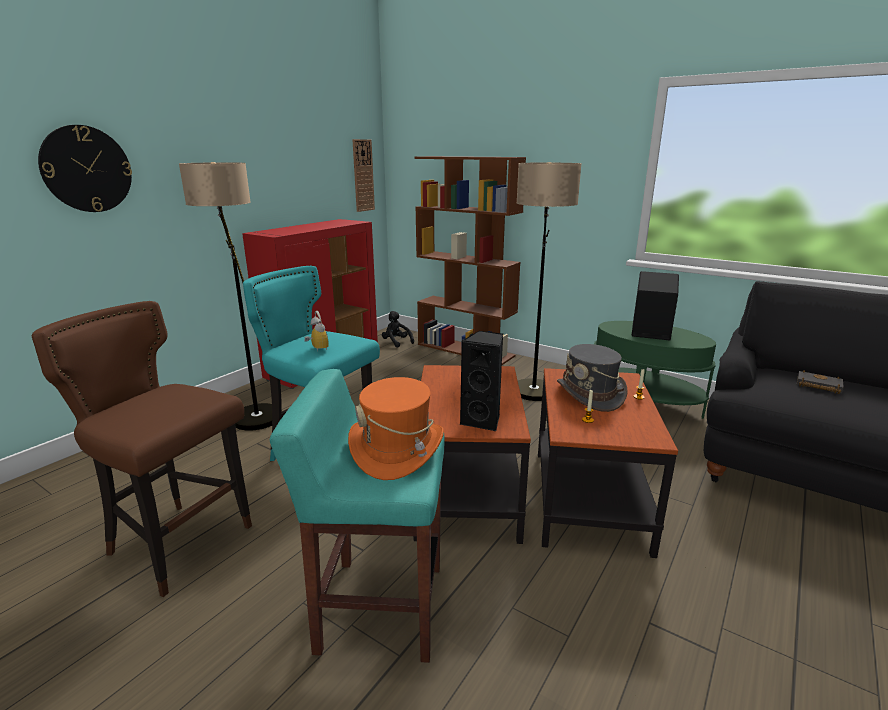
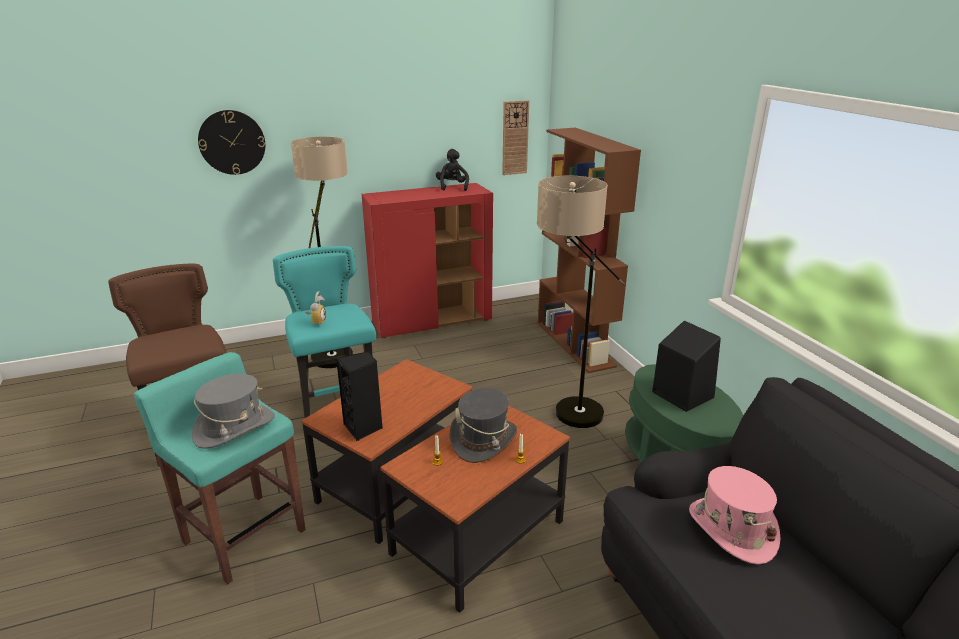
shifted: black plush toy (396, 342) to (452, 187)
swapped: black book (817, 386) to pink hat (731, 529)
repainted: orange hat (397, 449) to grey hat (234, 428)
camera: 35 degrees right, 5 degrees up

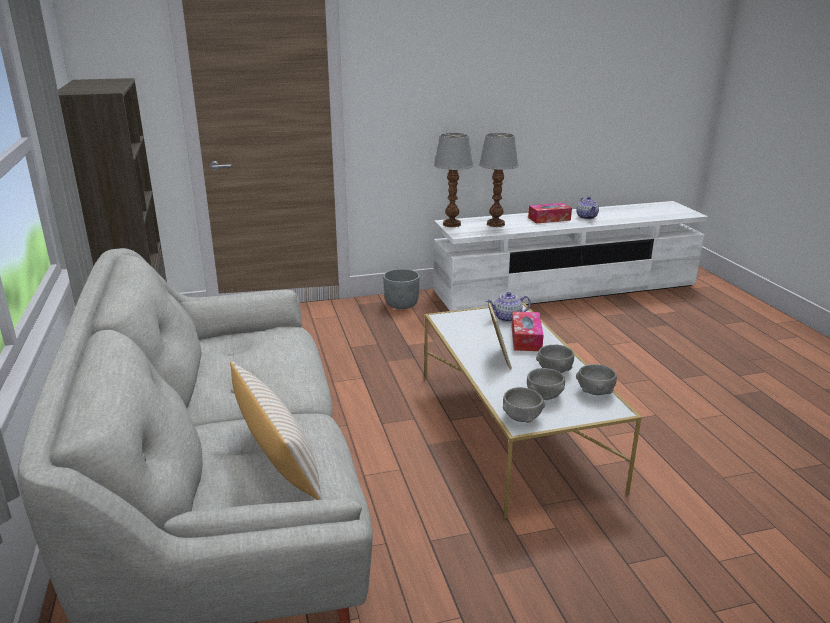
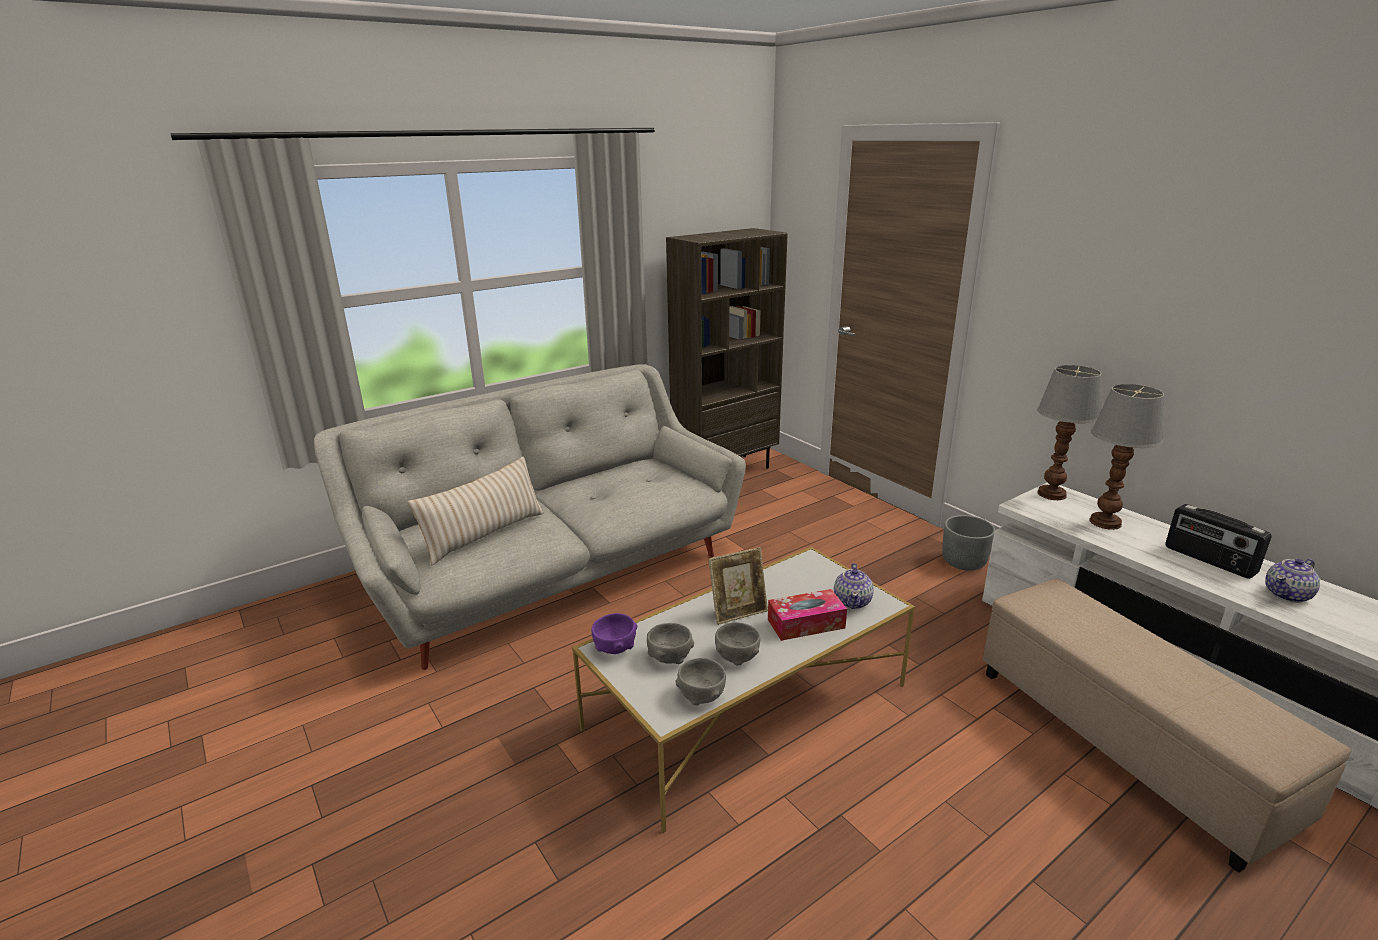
new: beige ottoman (1126, 742)
swapped: tissue box (549, 219) to radio (1209, 560)
repainted: grey bowl (521, 417) to purple bowl (615, 647)
rotated: teapot (507, 318) = (853, 601) 135 degrees counterclockwise
camera: 70 degrees right, 0 degrees up

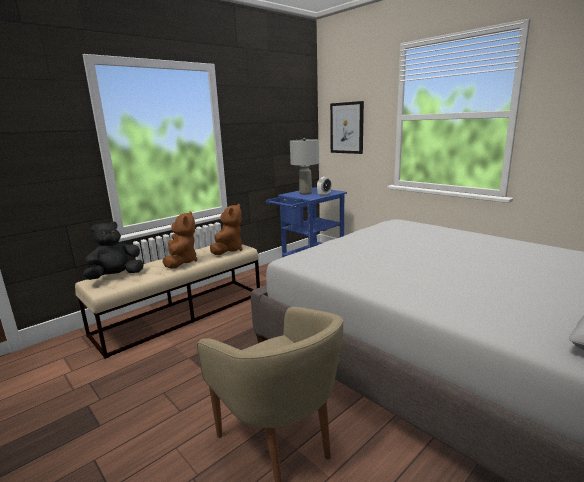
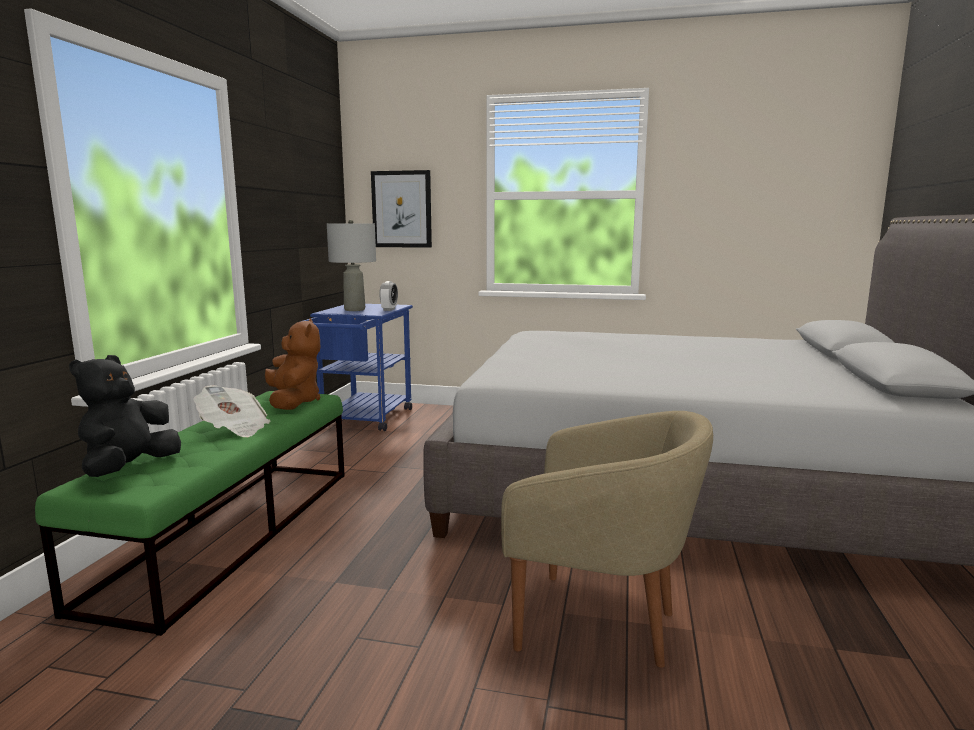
swapped: brown plush toy (181, 262) to newspaper (234, 428)
repainted: beige bench (181, 313) to green bench (232, 531)
camera: 35 degrees left, 5 degrees down

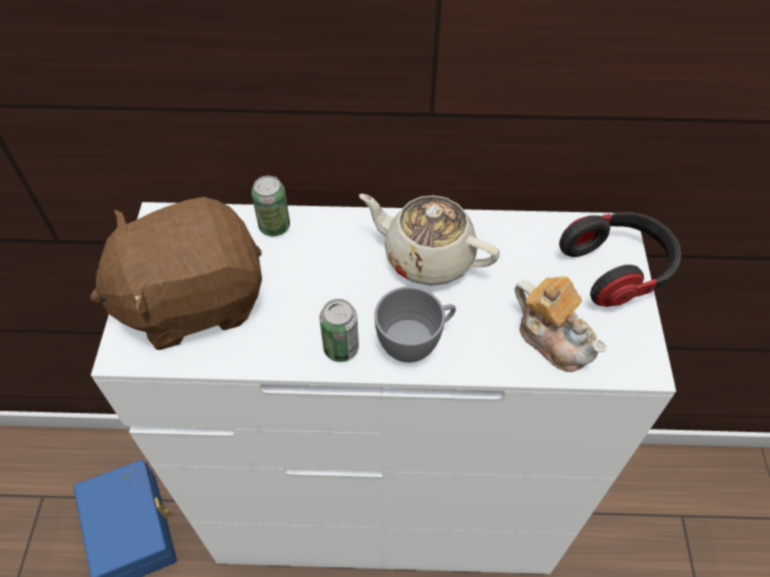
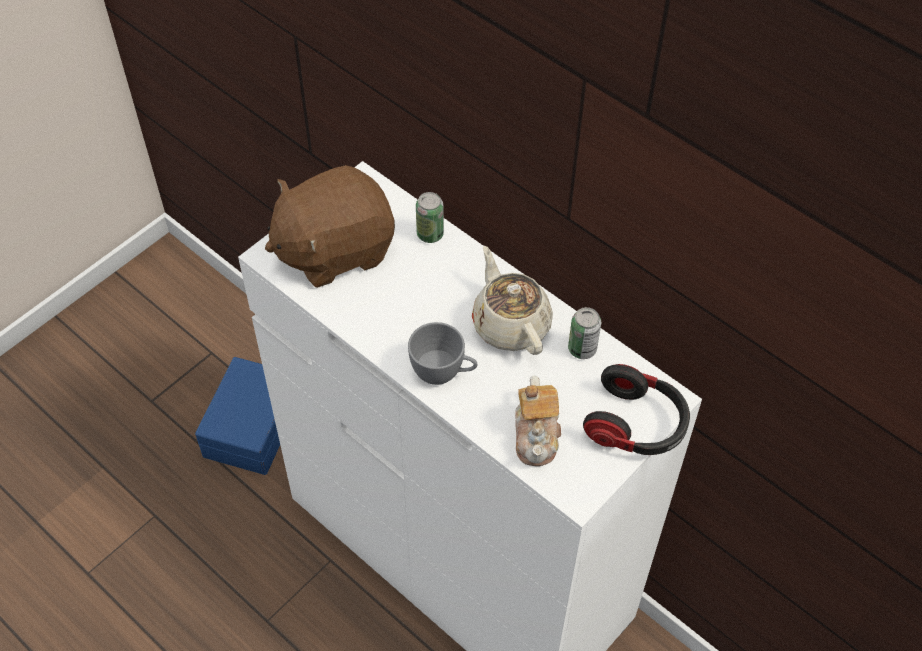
shifted: can (341, 348) to (582, 349)
rotated: brown plush toy (192, 300) = (334, 249) 45 degrees counterclockwise
camera: 40 degrees right, 0 degrees up

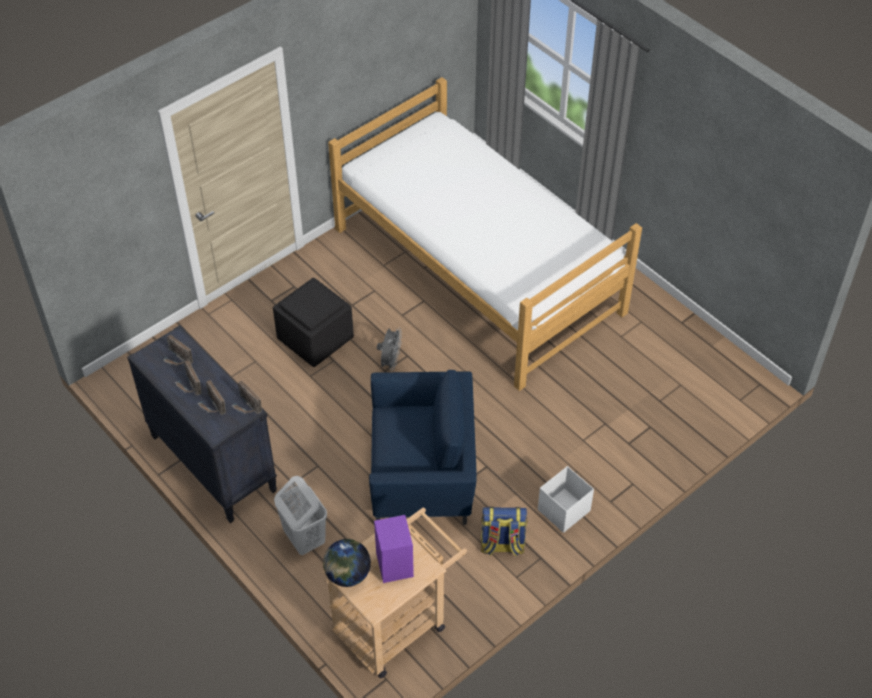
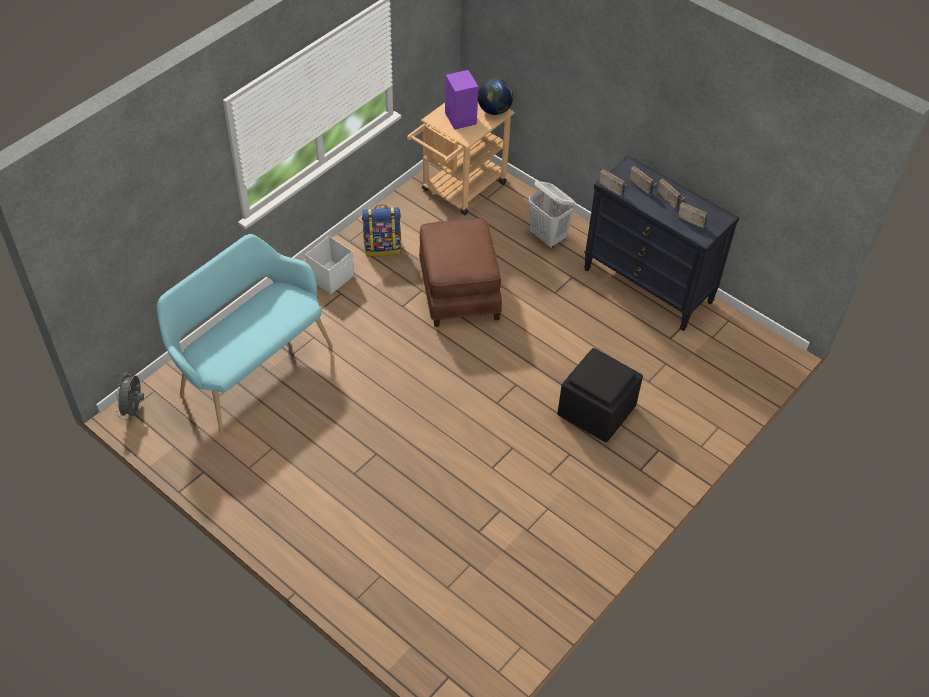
gone: bed (478, 269)
new: turquoise bench (250, 367)
shifted: grey fan (390, 362) to (134, 409)
swapped: blue armchair (423, 477) to brown ottoman (458, 292)
camera: 170 degrees right, 0 degrees up

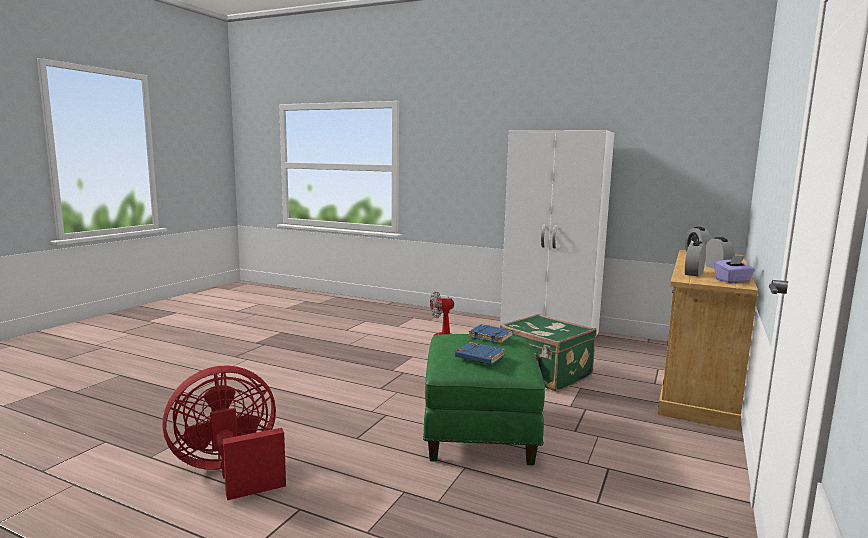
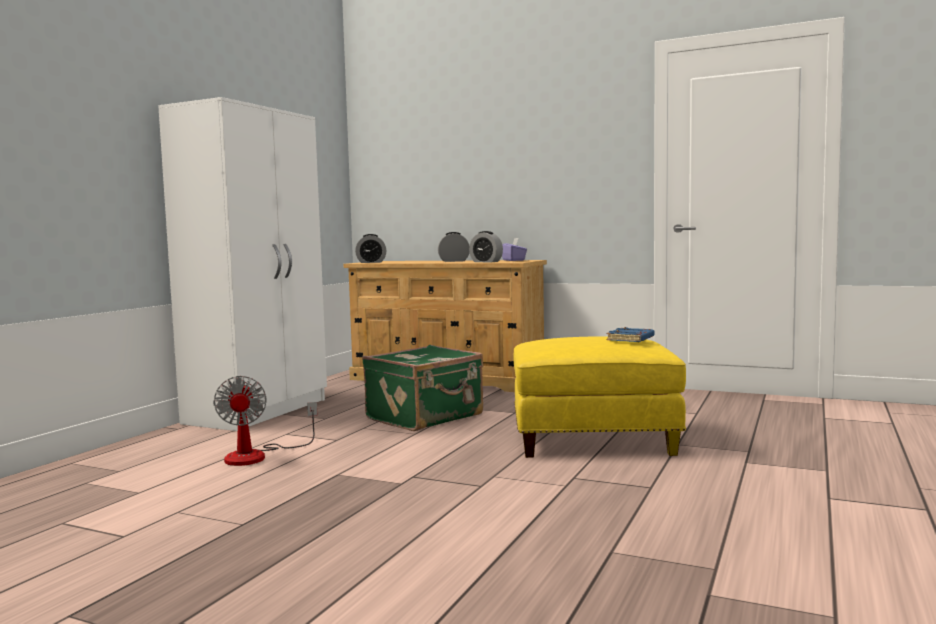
gone: red fan (230, 472); blue book (491, 337)
repainted: green ottoman (480, 431) to yellow ottoman (594, 440)
camera: 90 degrees left, 5 degrees down

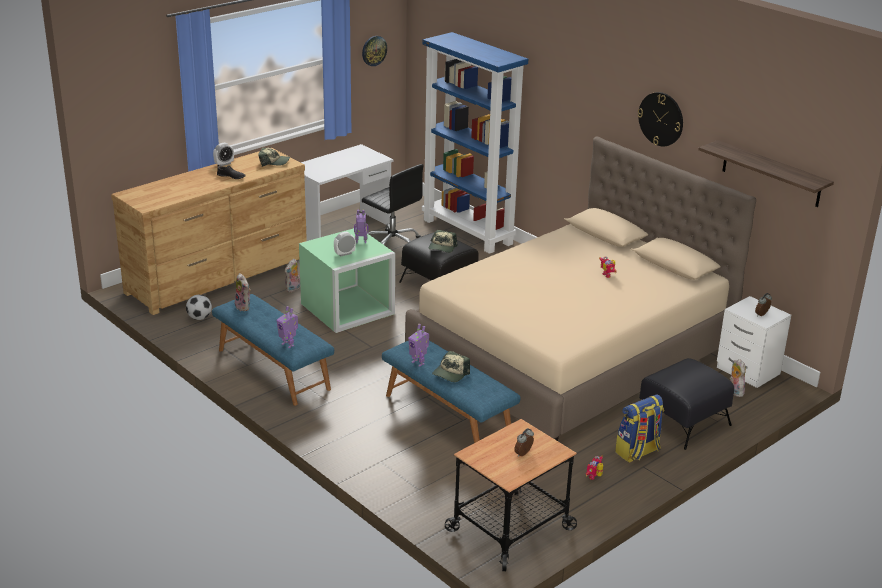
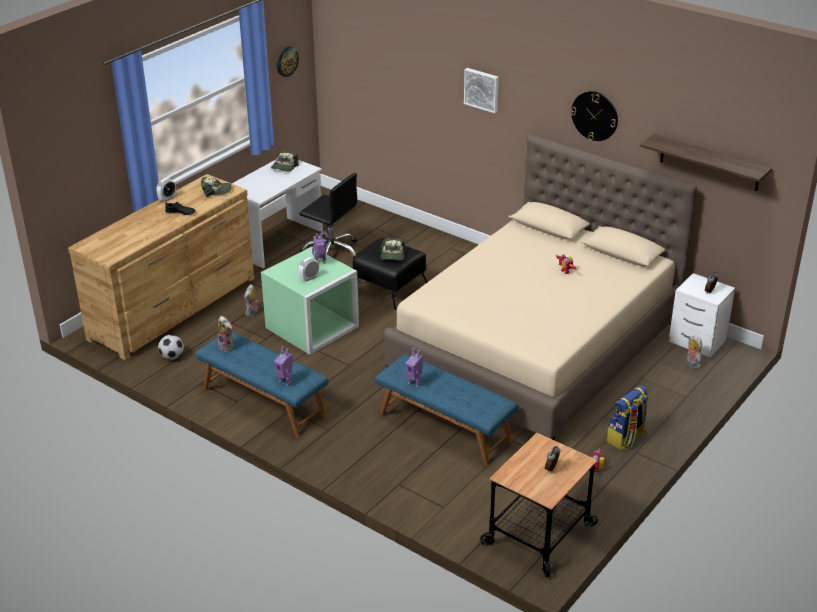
gone: blue bookcase (468, 232); black ottoman (681, 421)
new: picture (482, 89)
shifted: cap (450, 373) to (284, 167)
camera: 10 degrees left, 5 degrees up

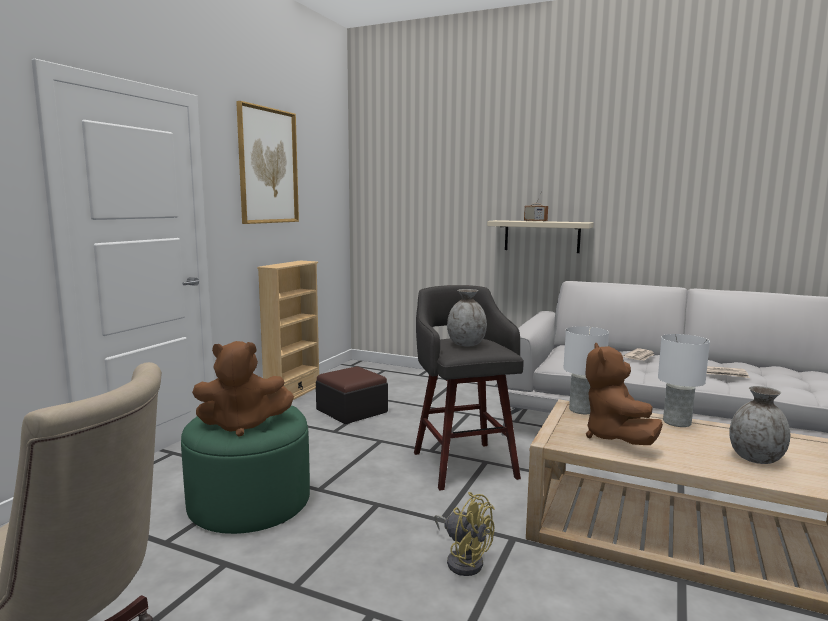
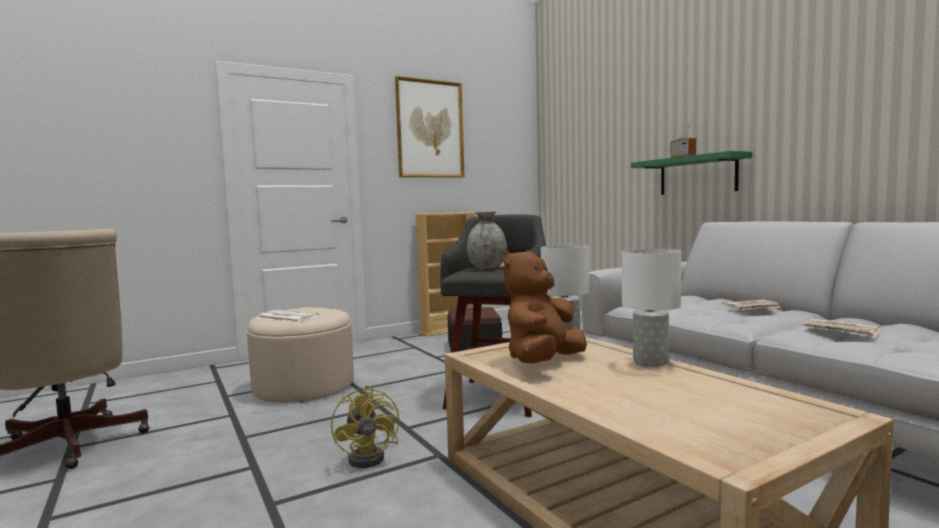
gone: grey vase (755, 459)
swapped: brown plush toy (242, 425) to newspaper (286, 317)
repainted: green ottoman (249, 502) to beige ottoman (304, 387); beige shelf (542, 236) to green shelf (697, 175)
camera: 35 degrees right, 5 degrees down

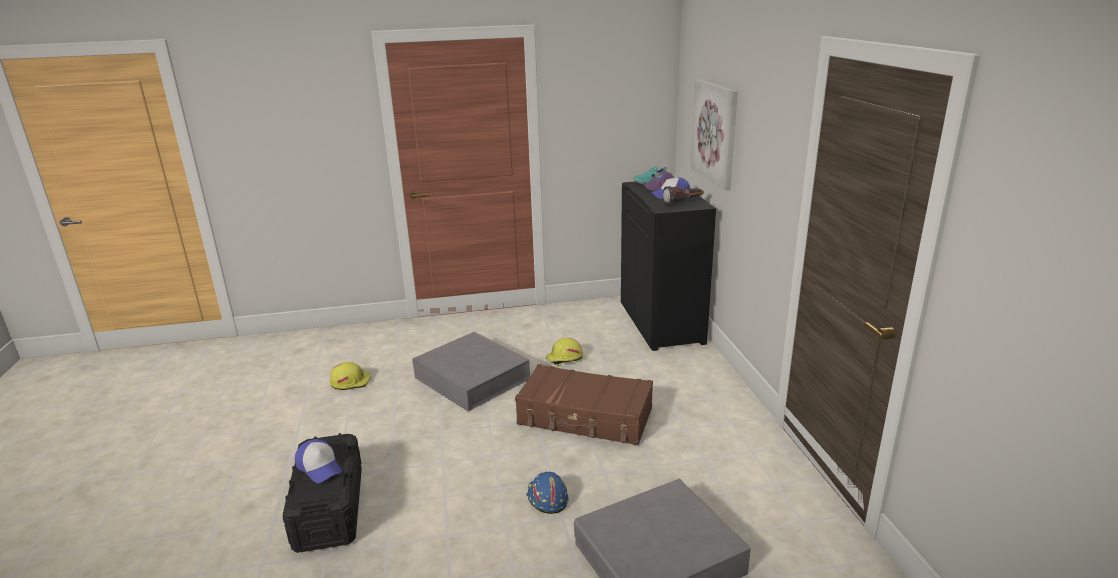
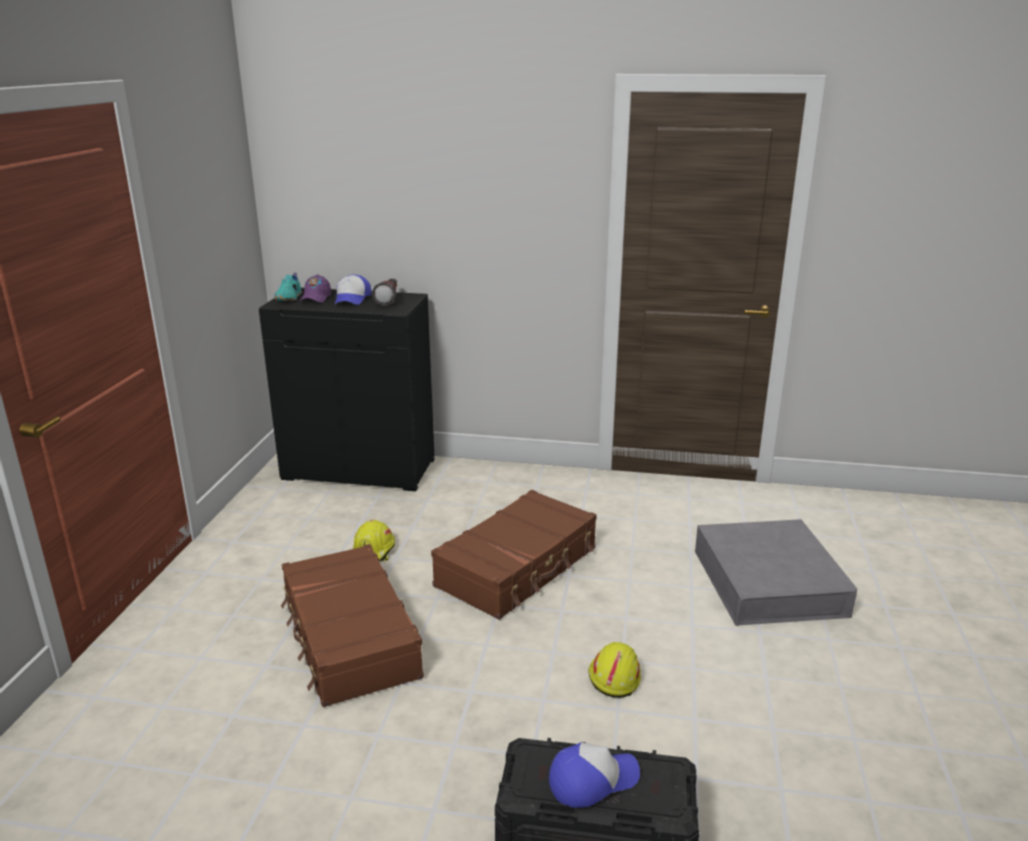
gone: blue hard hat (546, 498); picture (715, 132)
shifted: yellow hard hat (351, 382) to (614, 676)
swapped: grey storage box (472, 378) to brown suitcase (349, 638)
camera: 70 degrees left, 0 degrees up

